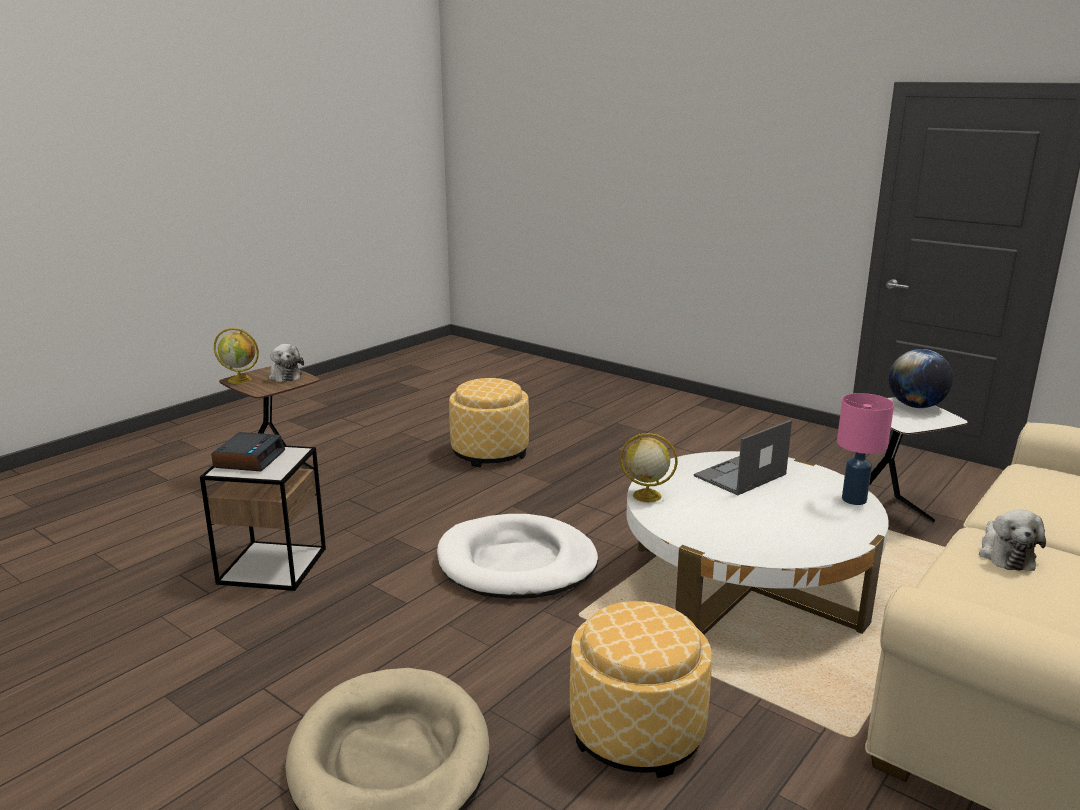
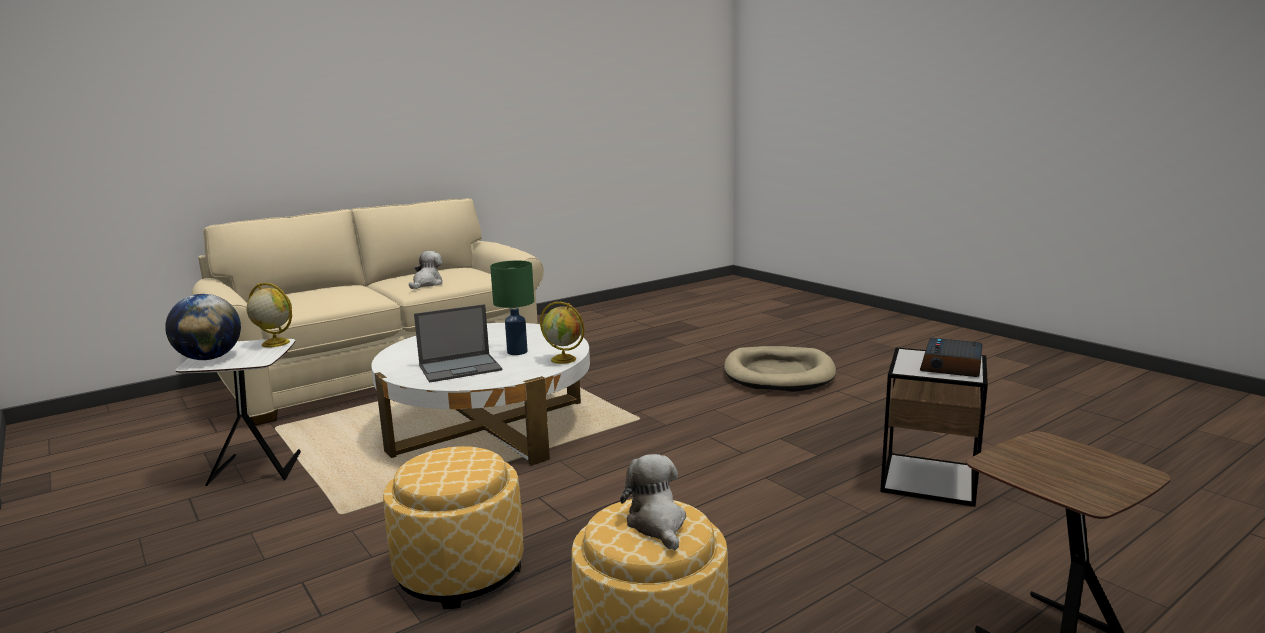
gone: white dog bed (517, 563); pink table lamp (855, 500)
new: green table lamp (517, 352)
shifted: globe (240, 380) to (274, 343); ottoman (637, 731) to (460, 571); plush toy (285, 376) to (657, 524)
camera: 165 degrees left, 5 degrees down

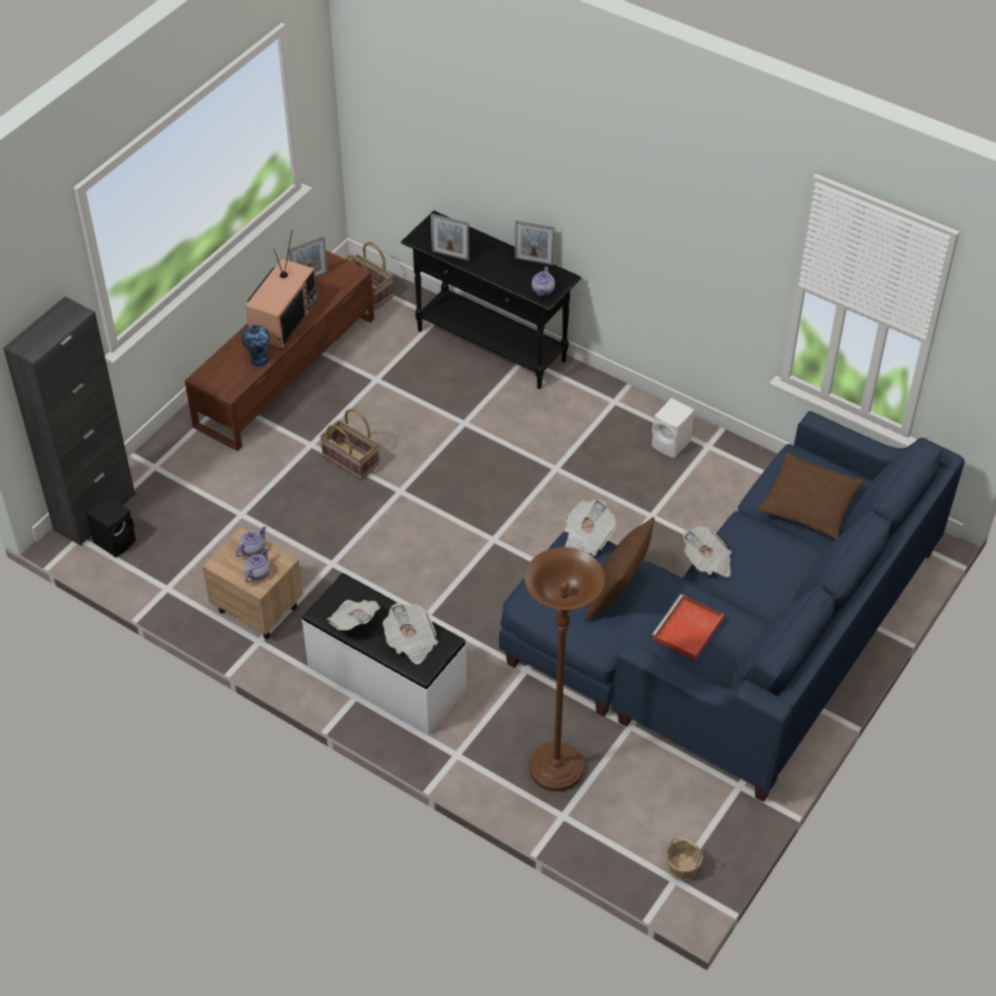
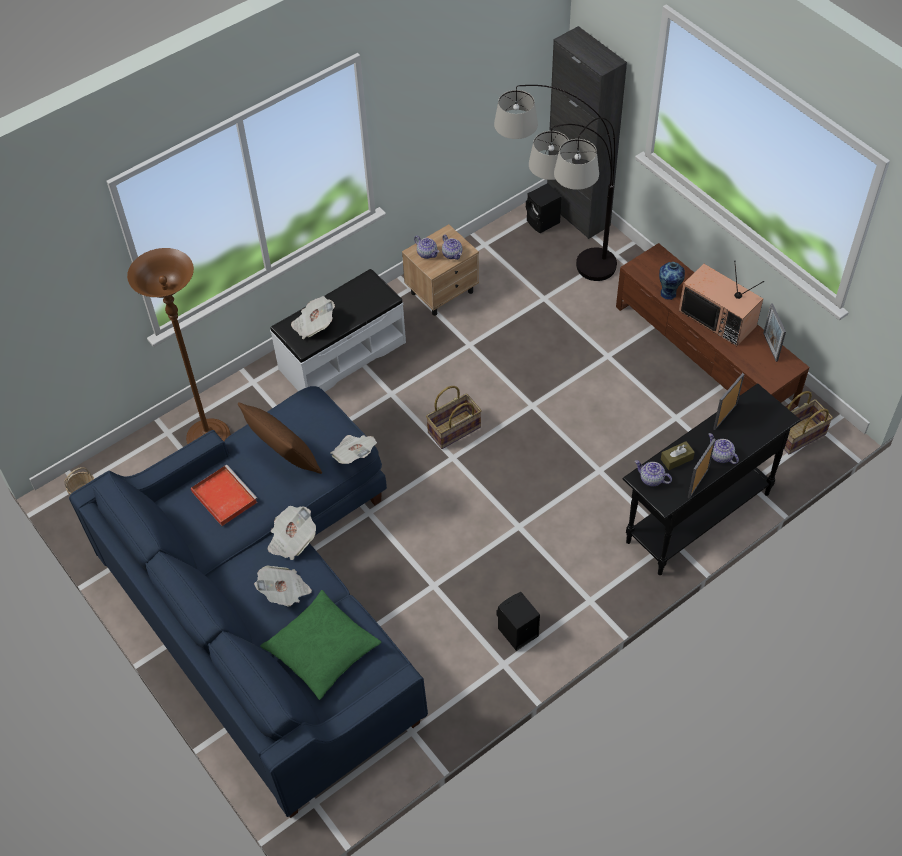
new: floor lamp (558, 290); brown tissue box (676, 459); teapot (720, 456)
shifted: newspaper (354, 622) to (285, 592); basket (351, 460) to (454, 430)
repainted: brown pillow (809, 504) to green pillow (322, 650); white speaker (672, 444) to black speaker (516, 632)
camera: 110 degrees right, 5 degrees up

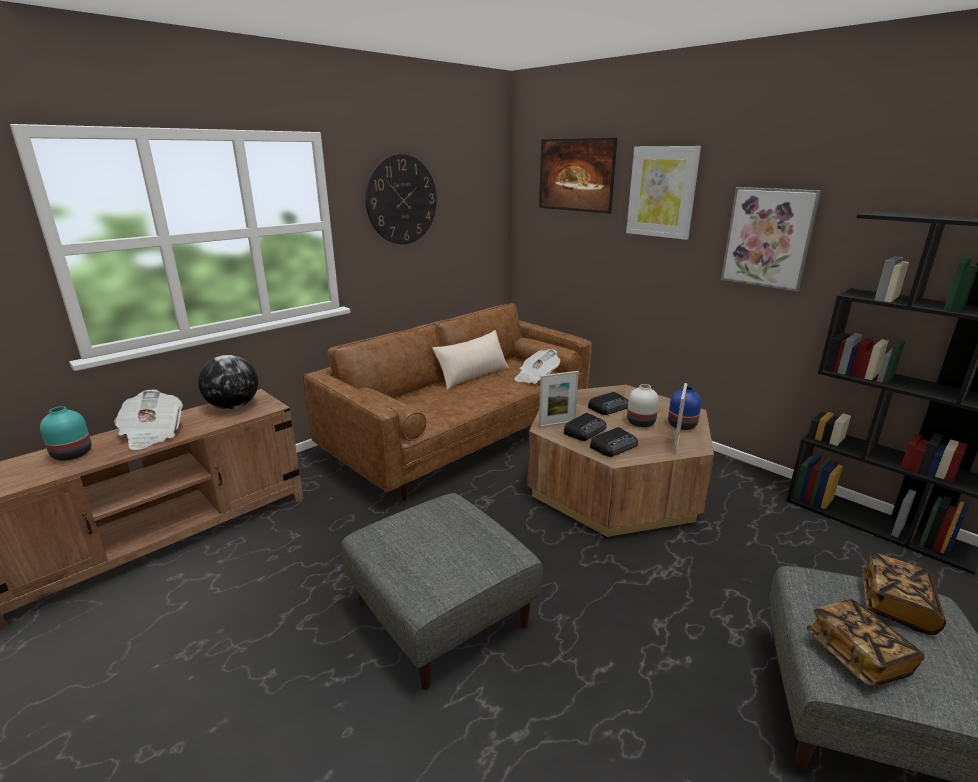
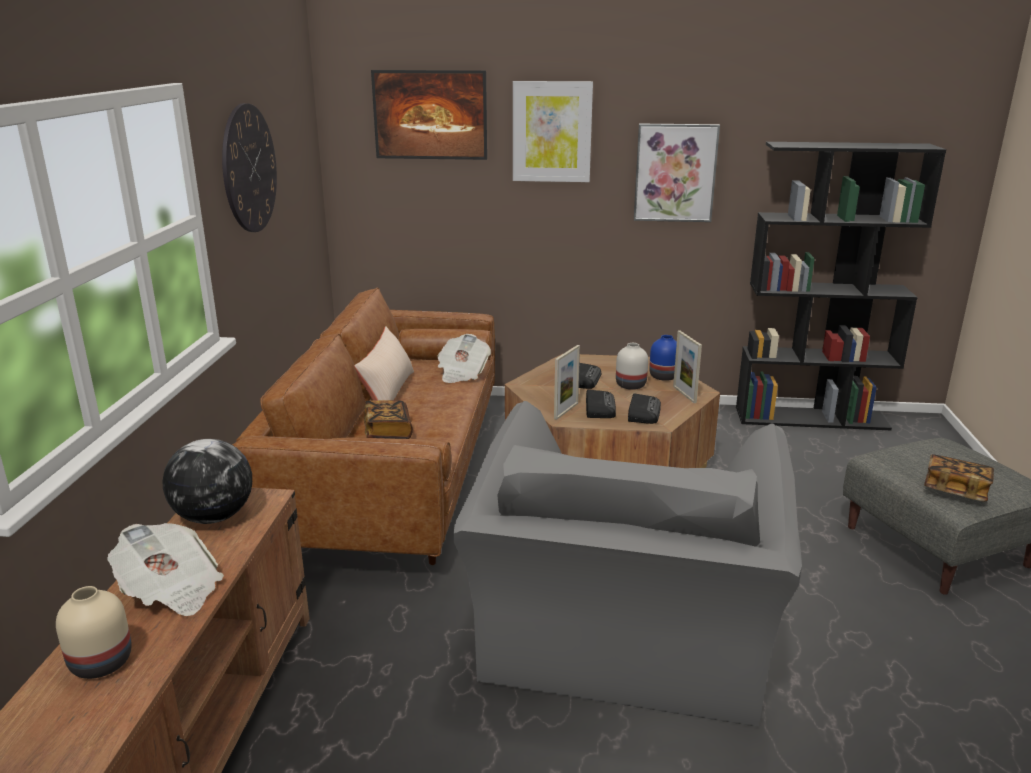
shifted: book (896, 606) to (388, 432)
swapped: grey ottoman (440, 614) to grey armchair (623, 638)
repainted: turquoise vase (73, 454) to beige vase (103, 662)
camera: 40 degrees left, 0 degrees up

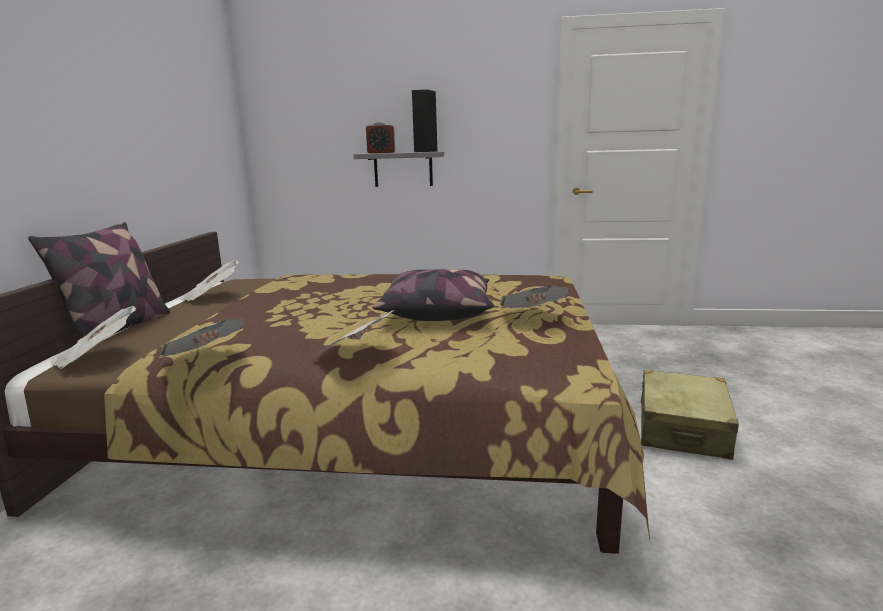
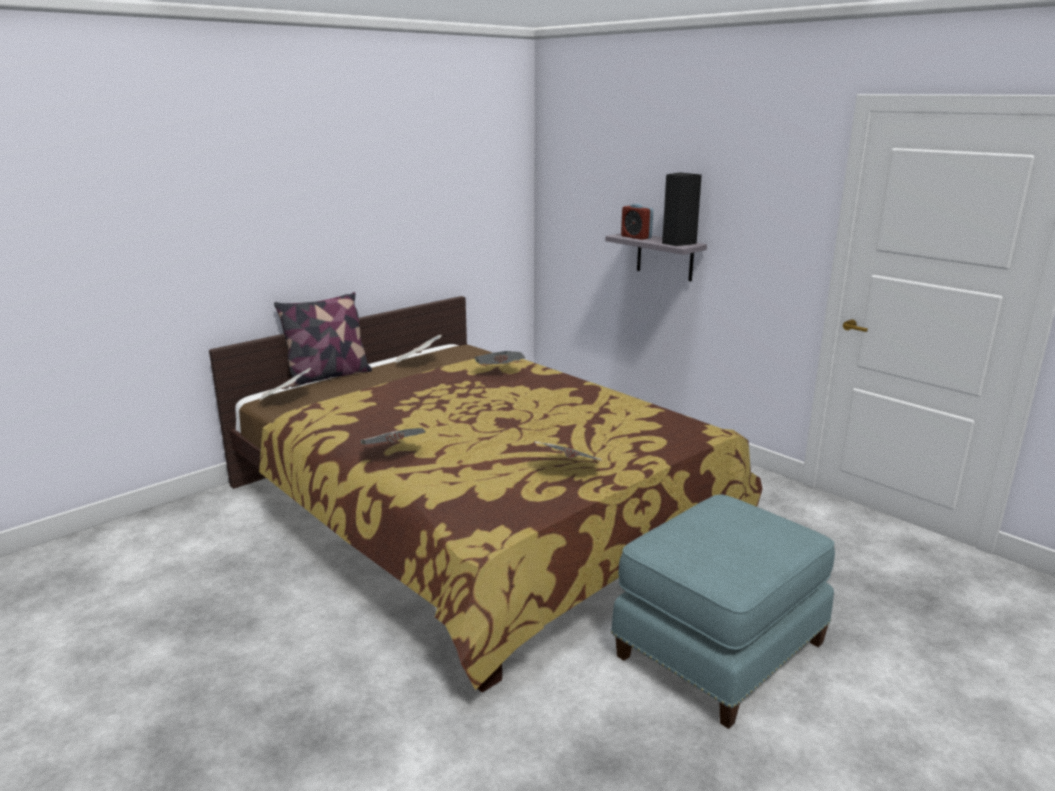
gone: pillow (436, 312)
shifted: newspaper (205, 359) to (499, 372)
swapped: beige suitcase (682, 429) to blue ottoman (718, 647)
camera: 40 degrees right, 5 degrees up

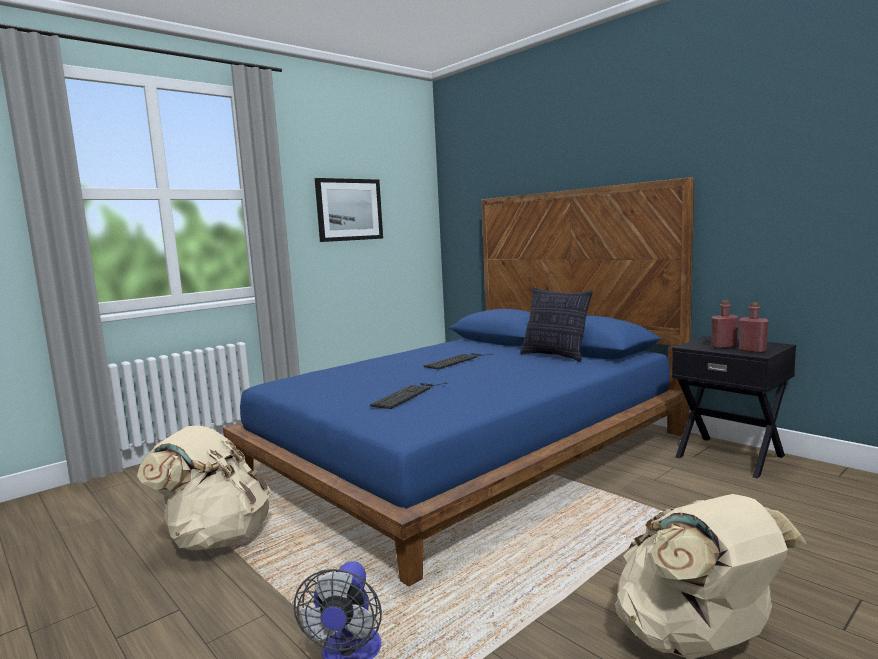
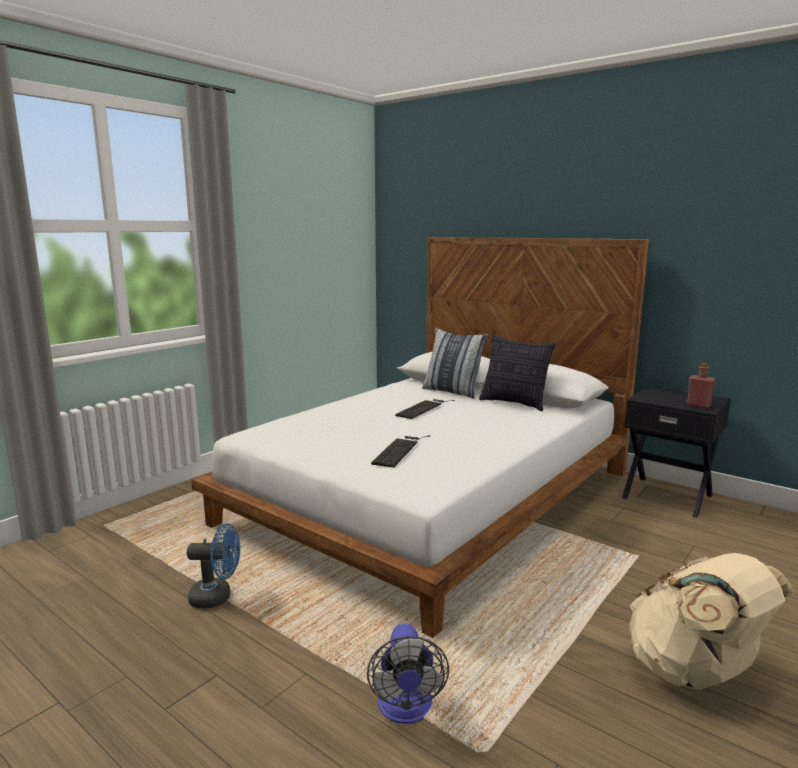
gone: picture (349, 210); red bottle (724, 347)
new: pillow (452, 391)
swapped: beige backpack (216, 538) to blue fan (217, 597)
repainted: blue bed (468, 454) to white bed (432, 497)
camera: 10 degrees left, 5 degrees up

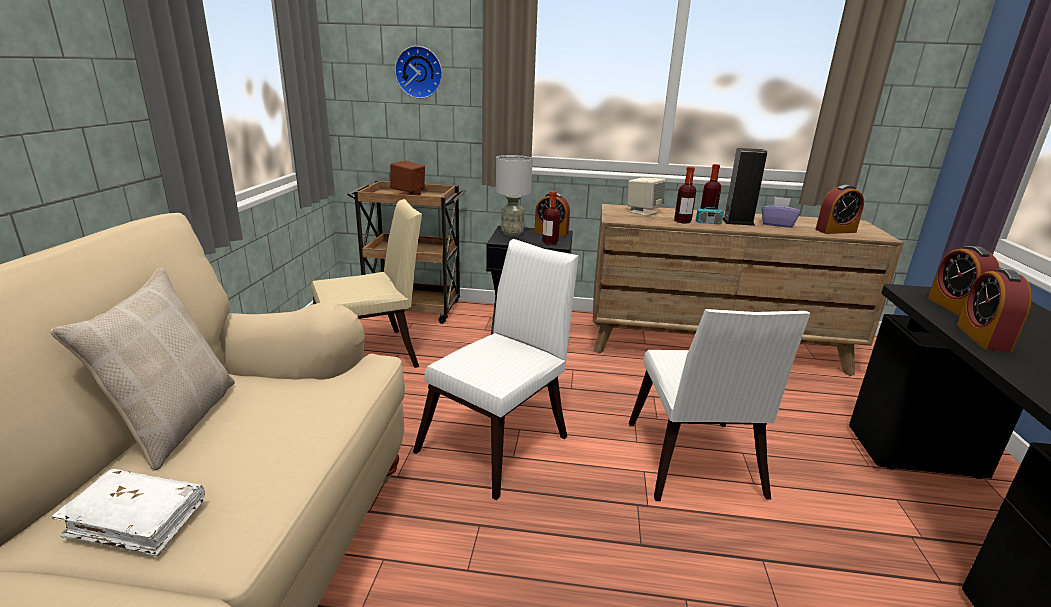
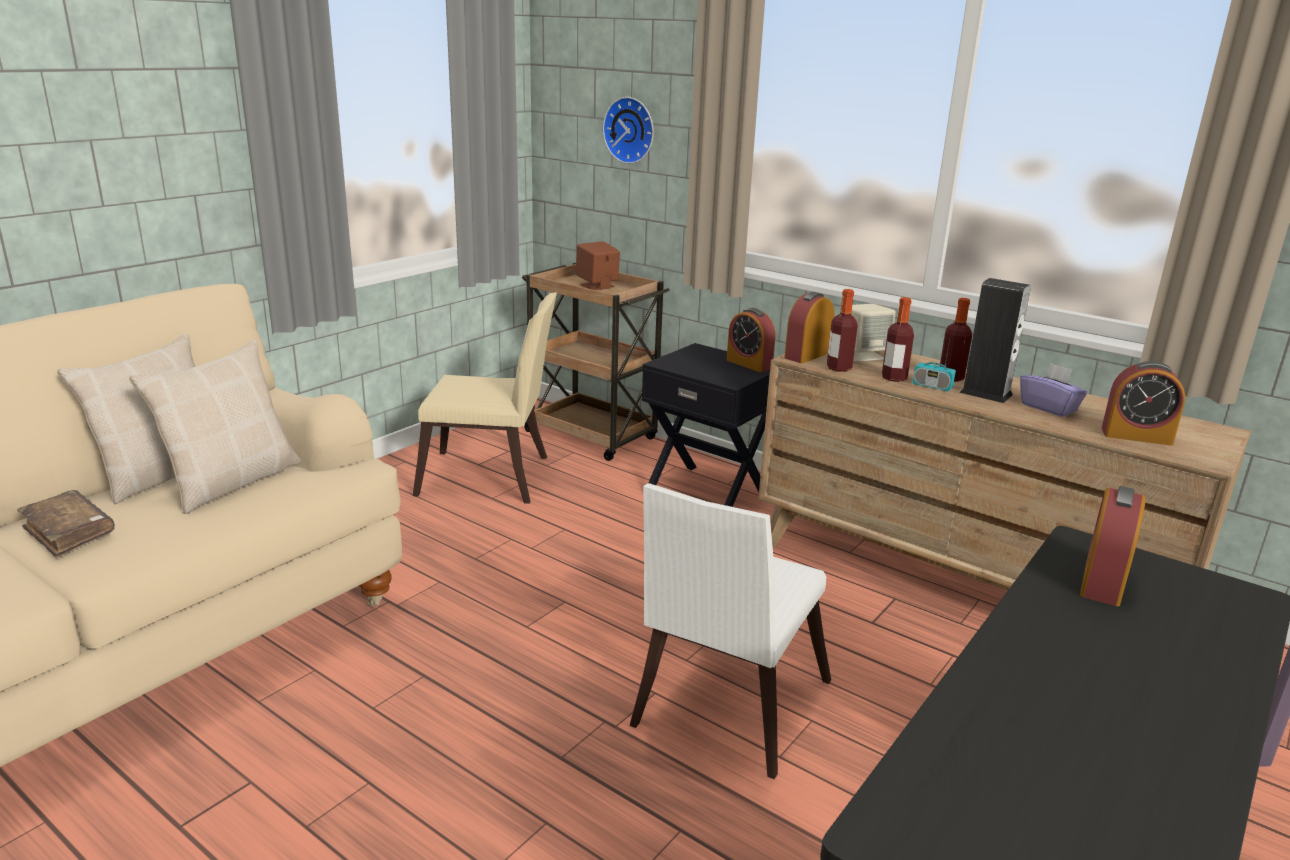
gone: white chair (500, 440); grey table lamp (511, 233)
new: beige pillow (231, 482)
shifted: alarm clock (983, 337) to (807, 355); bottle (550, 242) to (839, 368)
repainted: white book (137, 520) to brown book (69, 533)
camera: 30 degrees right, 0 degrees up

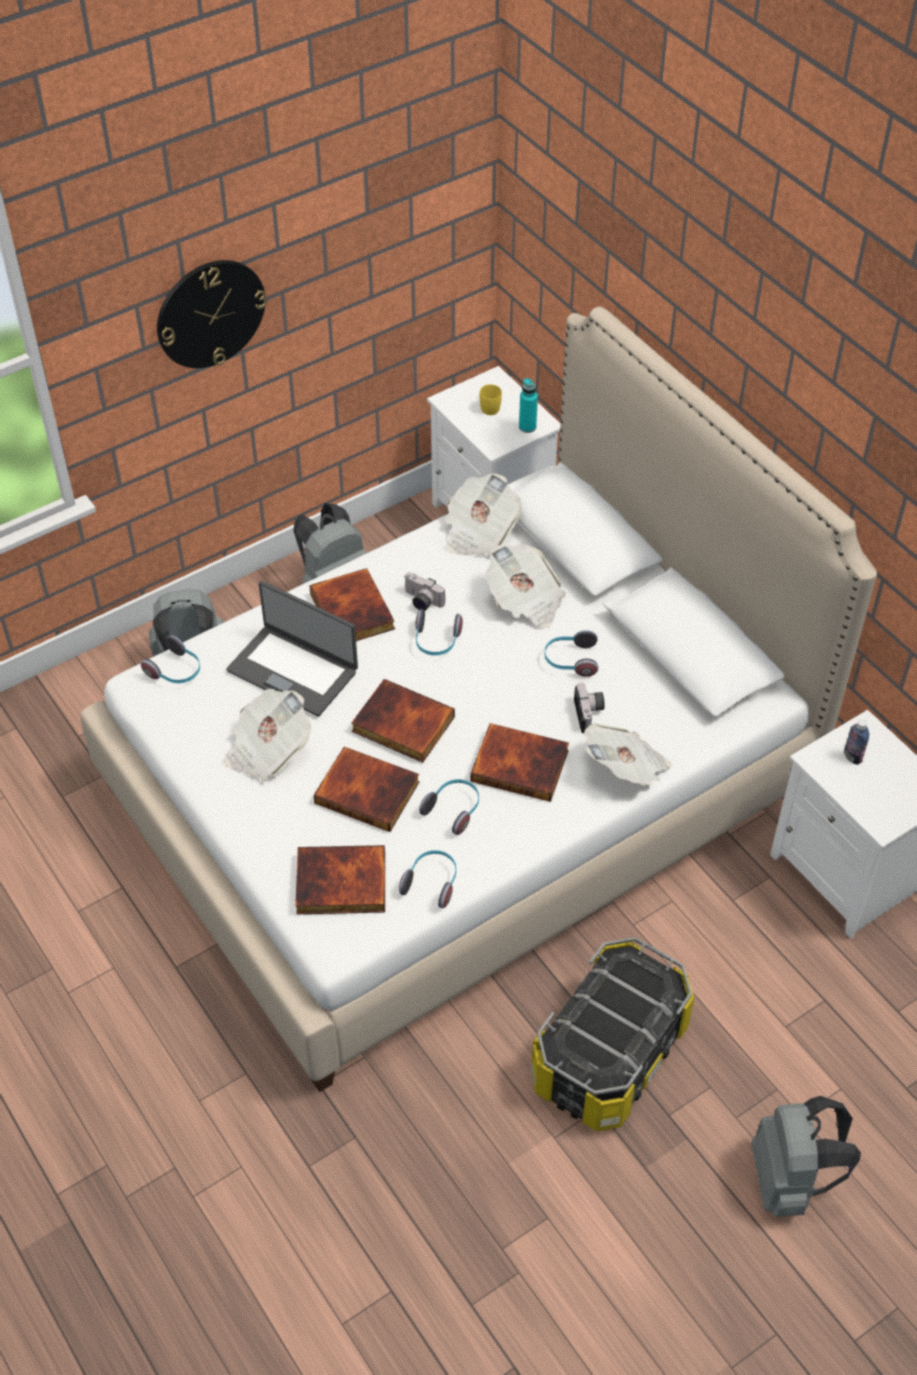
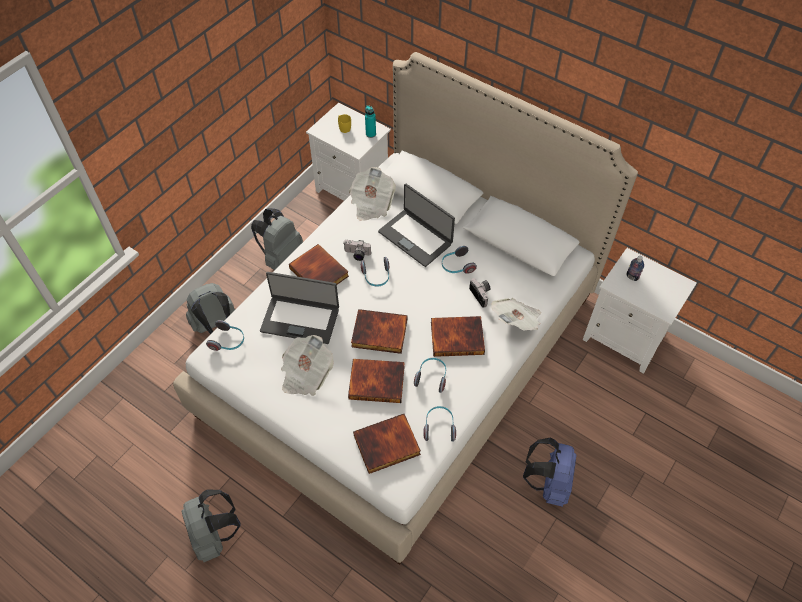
gone: wall clock (210, 313)
shifted: grey backpack (790, 1180) to (214, 535)
swapped: newspaper (525, 601) to laptop (415, 237); storage box (608, 1054) to blue backpack (548, 483)
camera: 20 degrees left, 5 degrees up

